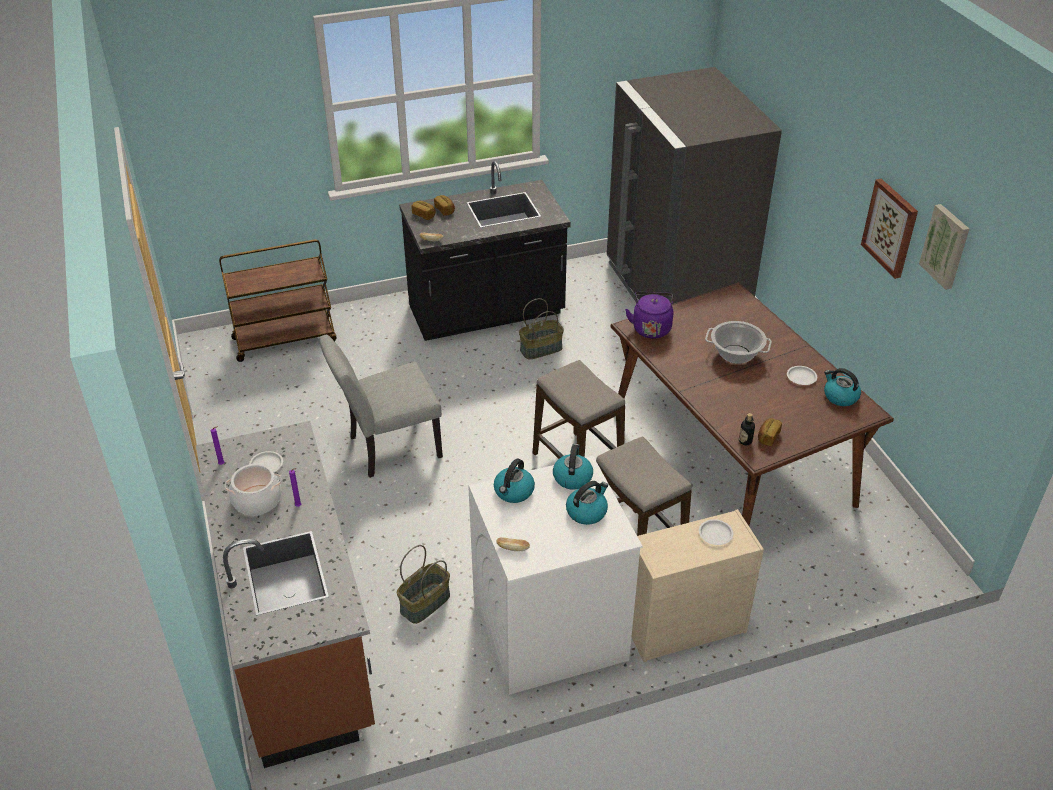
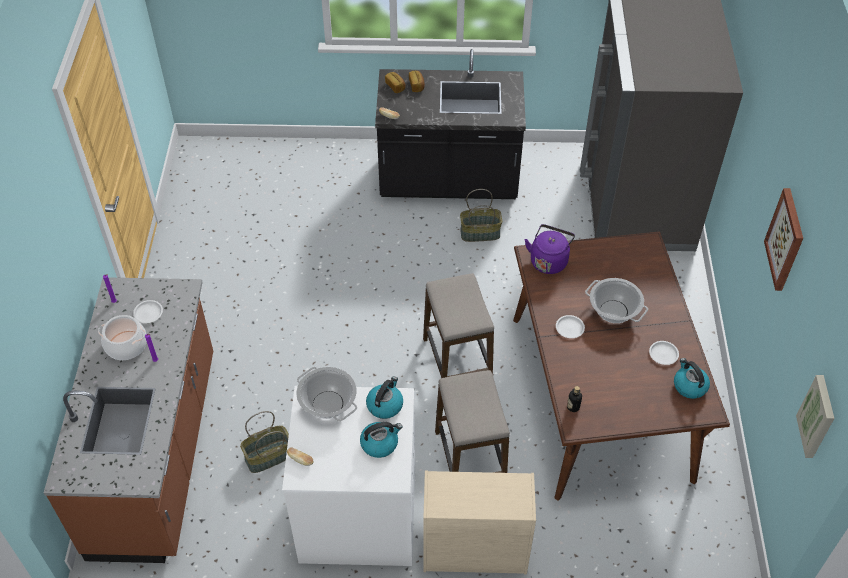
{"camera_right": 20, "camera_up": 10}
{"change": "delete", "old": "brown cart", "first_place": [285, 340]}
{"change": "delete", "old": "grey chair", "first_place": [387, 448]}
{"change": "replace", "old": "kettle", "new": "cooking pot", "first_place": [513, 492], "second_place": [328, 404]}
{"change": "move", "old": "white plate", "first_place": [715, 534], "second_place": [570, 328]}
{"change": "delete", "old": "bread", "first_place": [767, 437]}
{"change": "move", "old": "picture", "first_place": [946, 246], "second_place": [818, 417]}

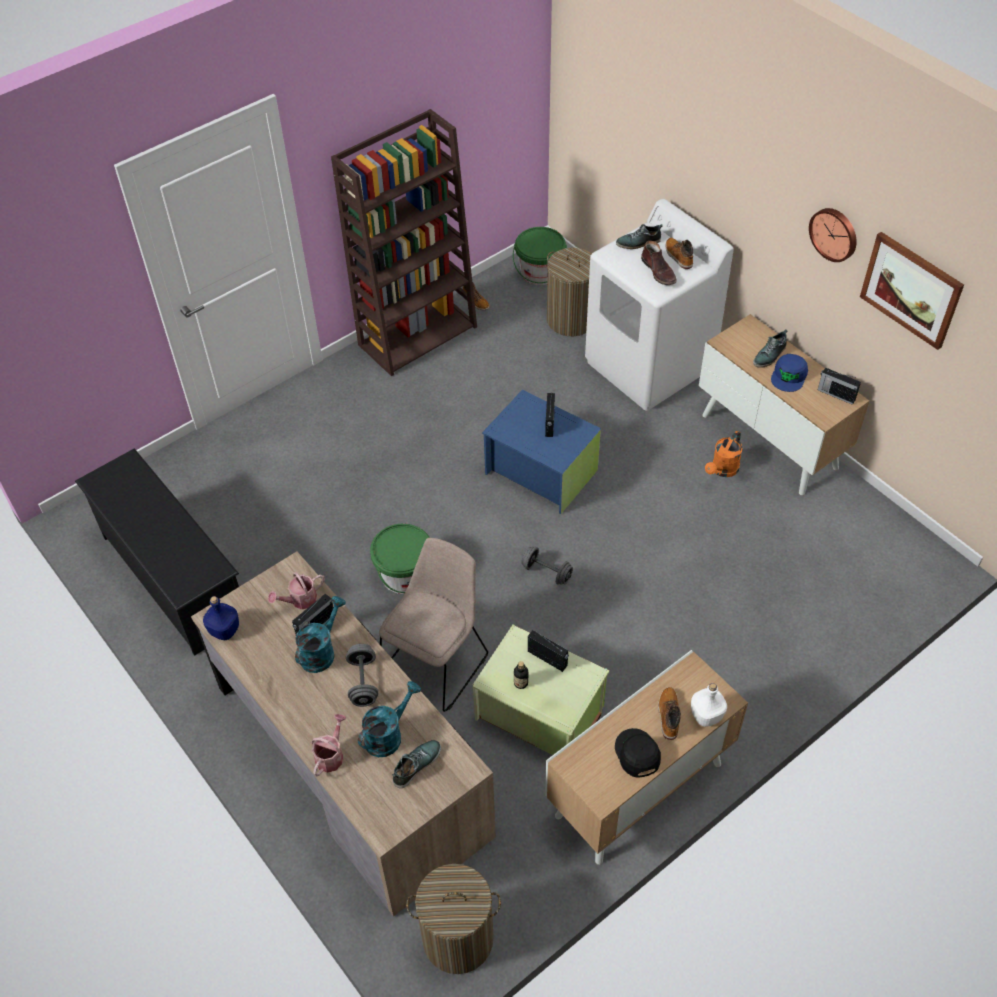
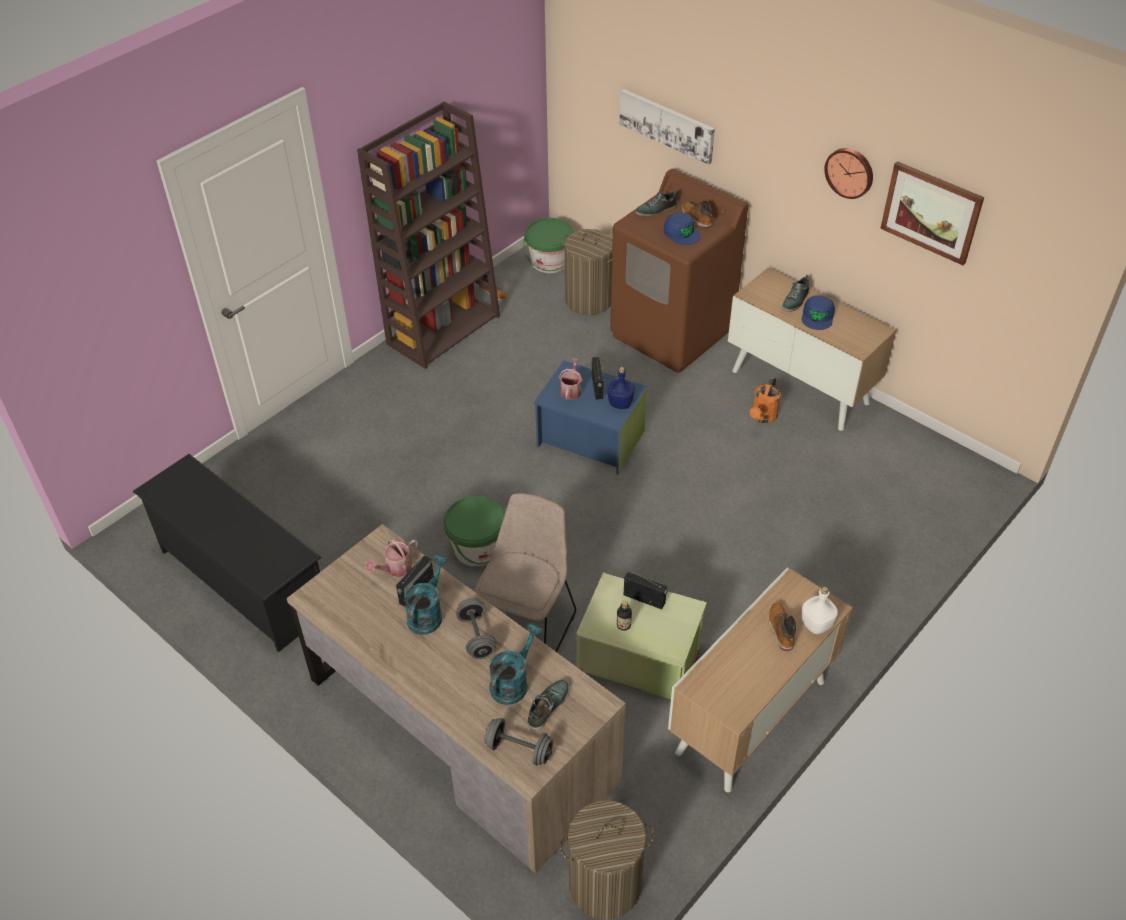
{"camera_right": -10, "camera_up": -5}
{"change": "move", "old": "blue bottle", "first_place": [224, 630], "second_place": [620, 403]}
{"change": "move", "old": "watering can", "first_place": [331, 755], "second_place": [571, 390]}
{"change": "move", "old": "grey dumbbell", "first_place": [547, 572], "second_place": [519, 749]}
{"change": "recolor", "old": "white washing machine", "new": "brown washing machine", "first_place": [649, 365], "second_place": [672, 333]}
{"change": "delete", "old": "black cap", "first_place": [637, 754]}
{"change": "replace", "old": "brown boot", "new": "blue cap", "first_place": [659, 271], "second_place": [681, 233]}
{"change": "delete", "old": "radio", "first_place": [835, 394]}
{"change": "insert", "new": "picture", "second_place": [667, 125]}

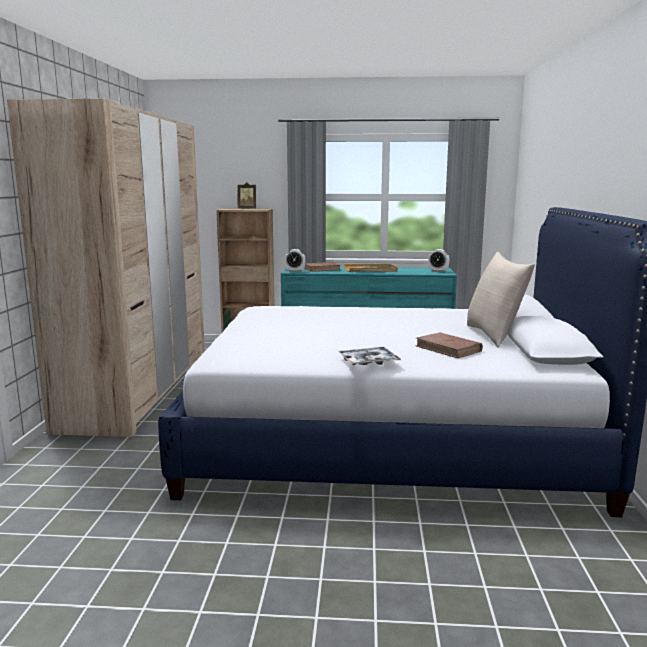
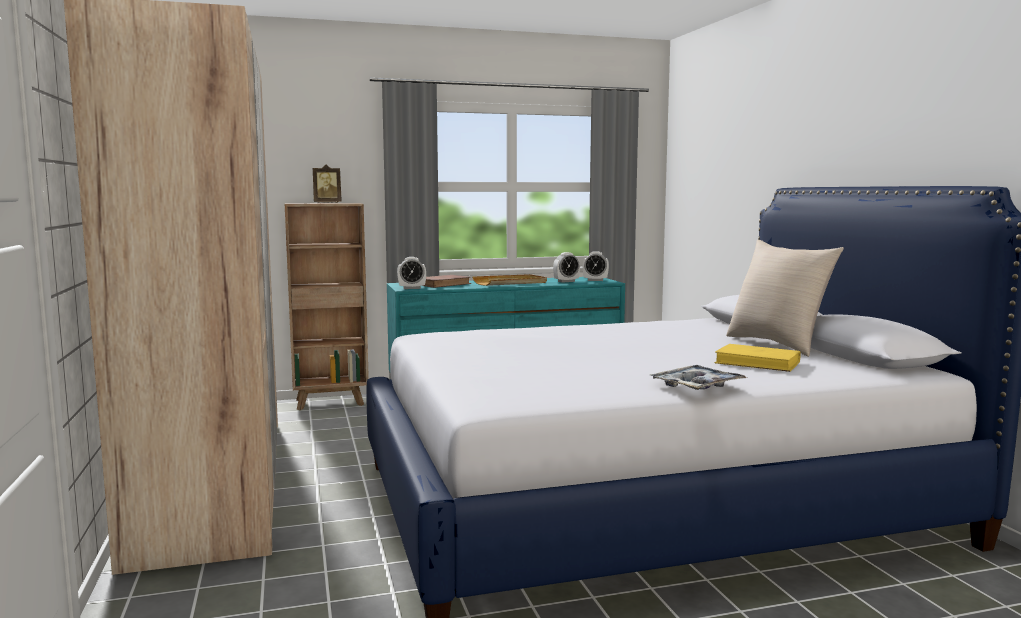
{"camera_right": -20, "camera_up": -5}
{"change": "recolor", "old": "brown book", "new": "yellow book", "first_place": [448, 349], "second_place": [758, 362]}
{"change": "insert", "new": "alarm clock", "second_place": [566, 281]}

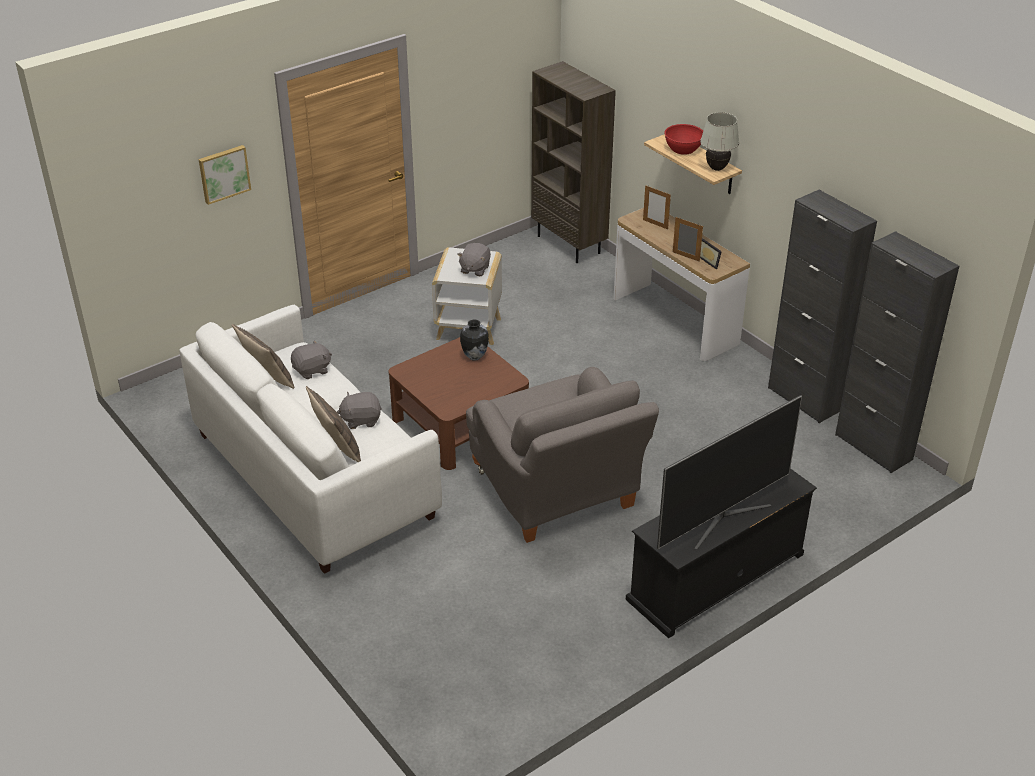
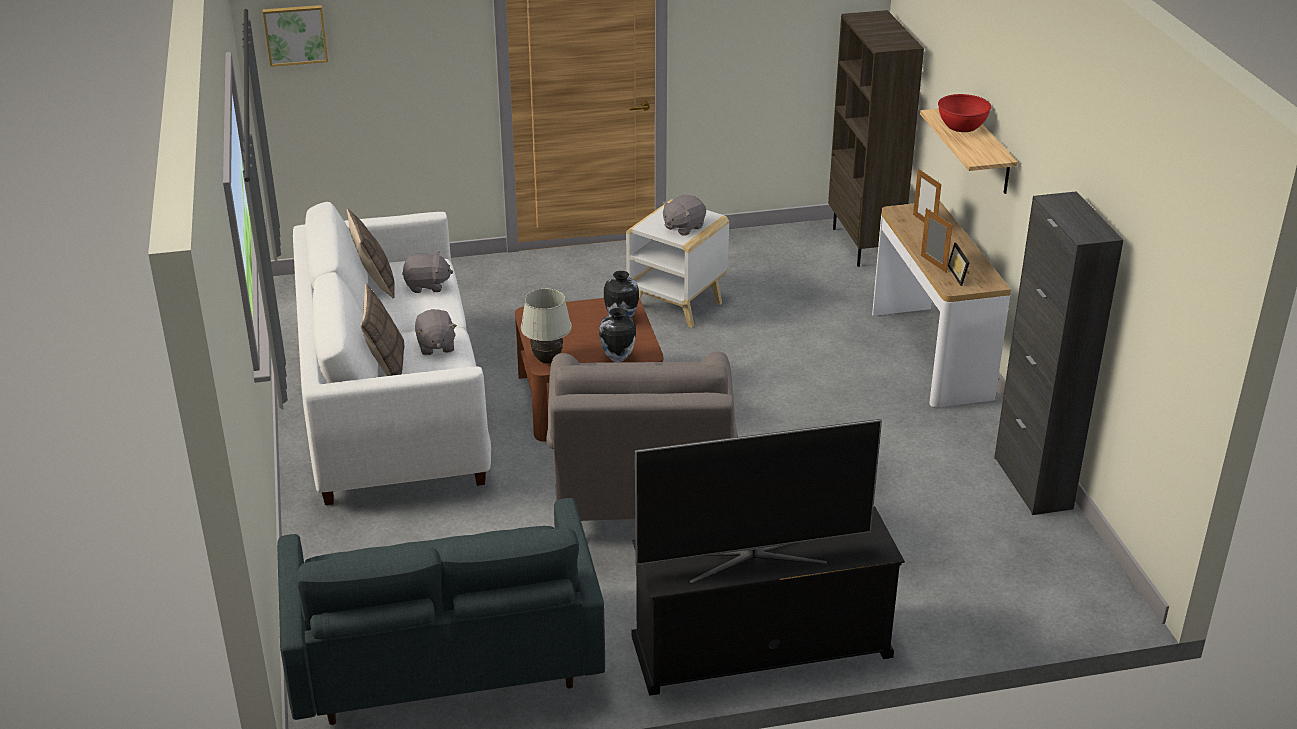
{"camera_right": 25, "camera_up": -5}
{"change": "move", "old": "picture", "first_place": [224, 173], "second_place": [295, 34]}
{"change": "rotate", "old": "grey plush toy", "first_place": [361, 420], "second_place": [435, 346], "degrees": -120}
{"change": "move", "old": "white table lamp", "first_place": [717, 168], "second_place": [547, 360]}
{"change": "delete", "old": "black cabinet", "first_place": [873, 447]}
{"change": "insert", "new": "grey sofa", "second_place": [443, 662]}
{"change": "insert", "new": "vase", "second_place": [617, 358]}

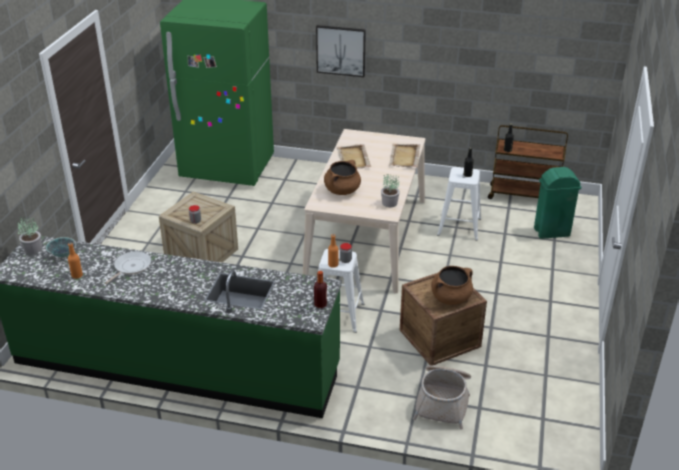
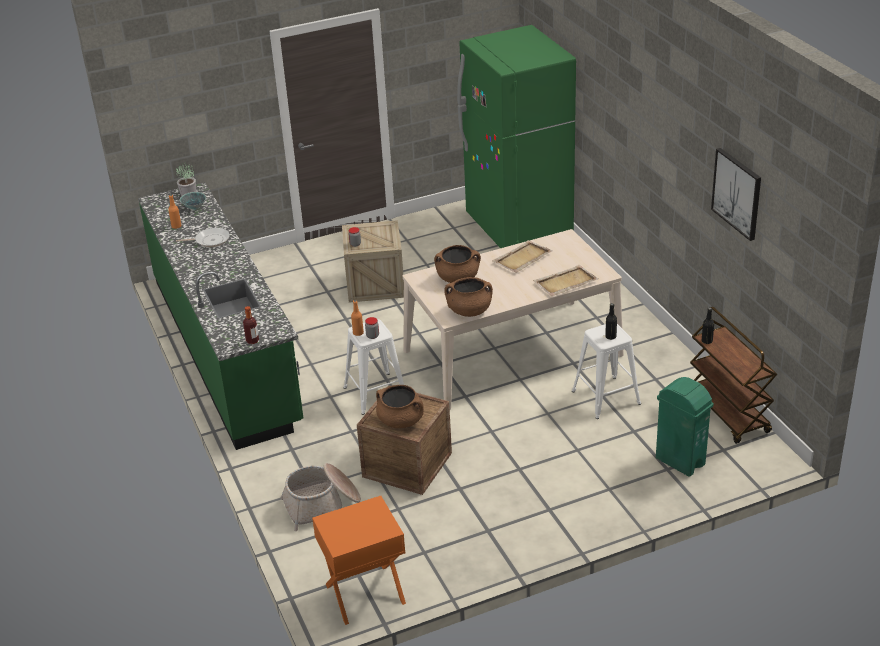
{"camera_right": 55, "camera_up": 0}
{"change": "move", "old": "picture", "first_place": [341, 50], "second_place": [737, 193]}
{"change": "replace", "old": "potted plant", "new": "brown cooking pot", "first_place": [389, 203], "second_place": [469, 311]}
{"change": "insert", "new": "orange nightstand", "second_place": [365, 594]}

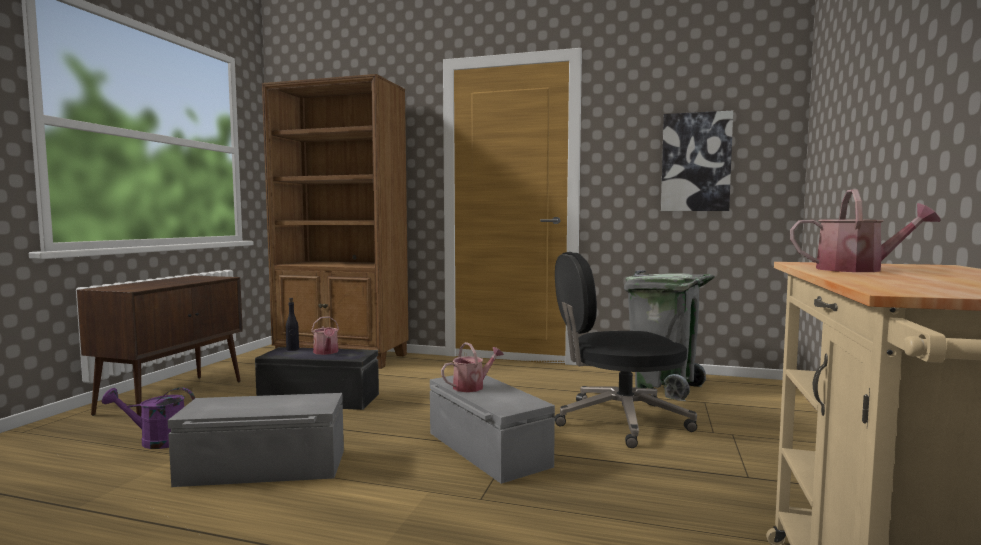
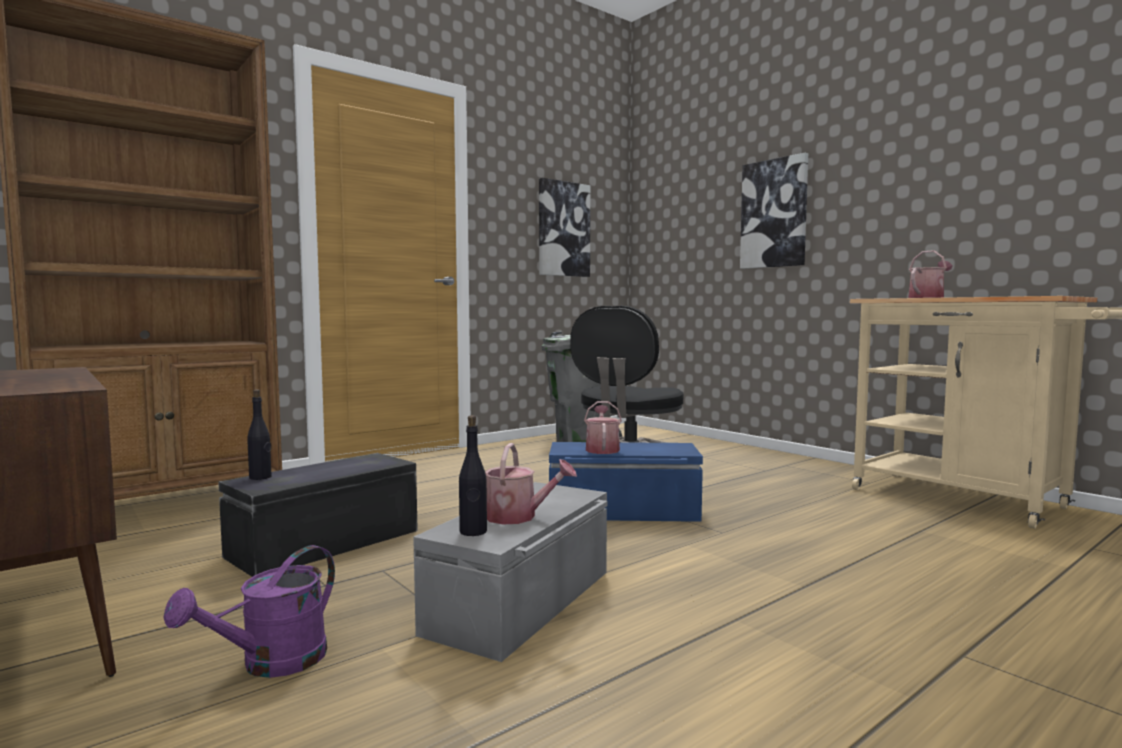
{"camera_right": -55, "camera_up": 0}
{"change": "move", "old": "watering can", "first_place": [326, 352], "second_place": [518, 517]}
{"change": "recolor", "old": "grey storage box", "new": "blue storage box", "first_place": [486, 449], "second_place": [623, 511]}
{"change": "insert", "new": "black bottle", "second_place": [473, 532]}
{"change": "insert", "new": "picture", "second_place": [774, 213]}

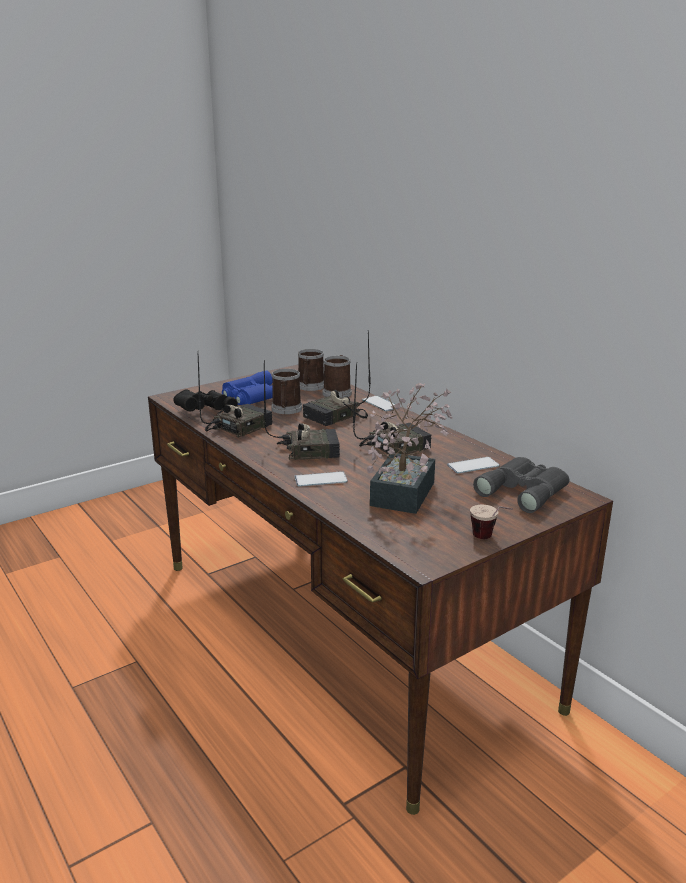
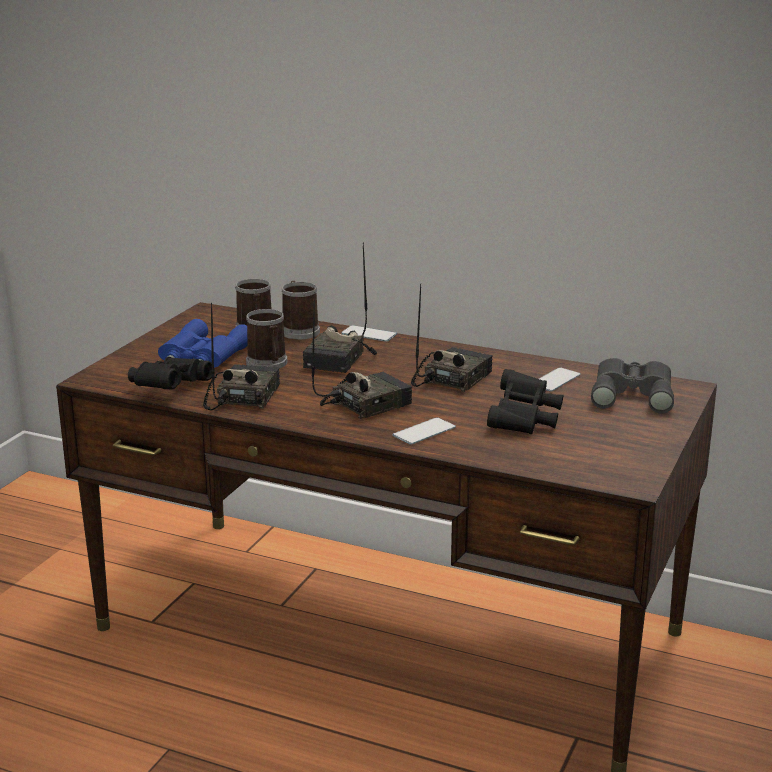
{"camera_right": -30, "camera_up": 0}
{"change": "replace", "old": "potted plant", "new": "black binoculars", "first_place": [406, 489], "second_place": [524, 420]}
{"change": "delete", "old": "cup", "first_place": [490, 540]}

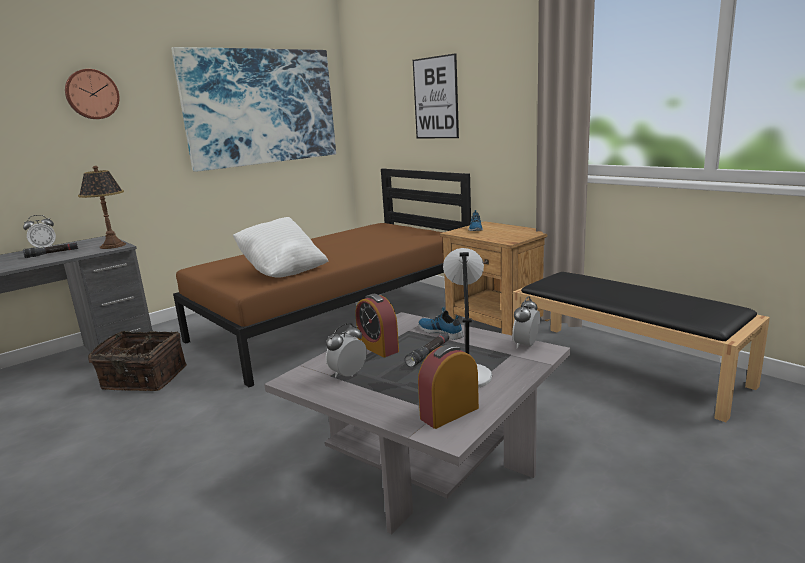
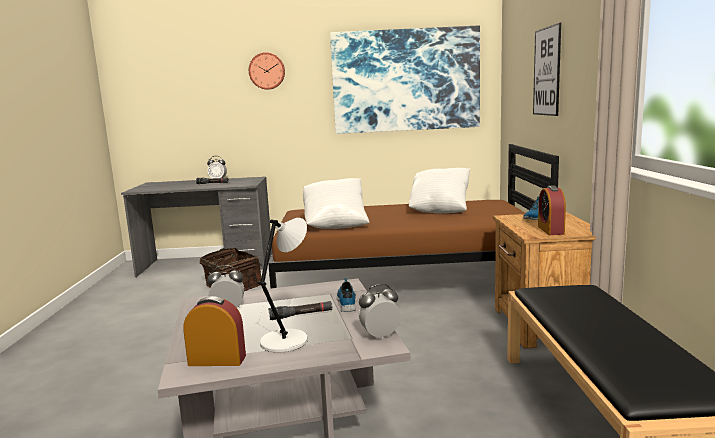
{"camera_right": 40, "camera_up": -5}
{"change": "delete", "old": "table lamp", "first_place": [112, 246]}
{"change": "move", "old": "alarm clock", "first_place": [378, 347], "second_place": [550, 230]}
{"change": "insert", "new": "white pillow", "second_place": [440, 210]}

